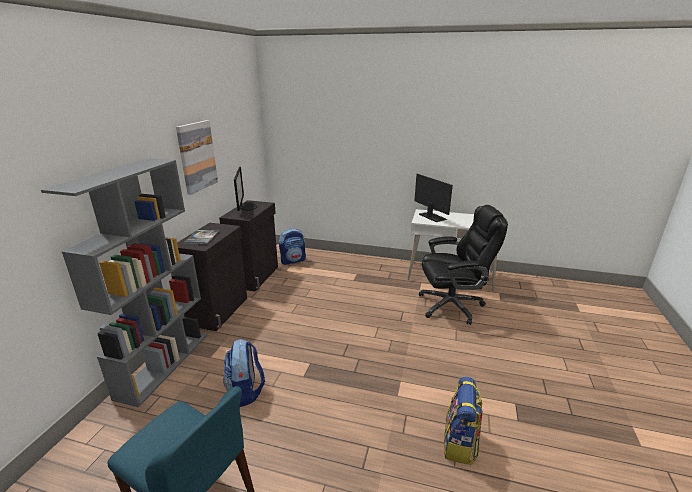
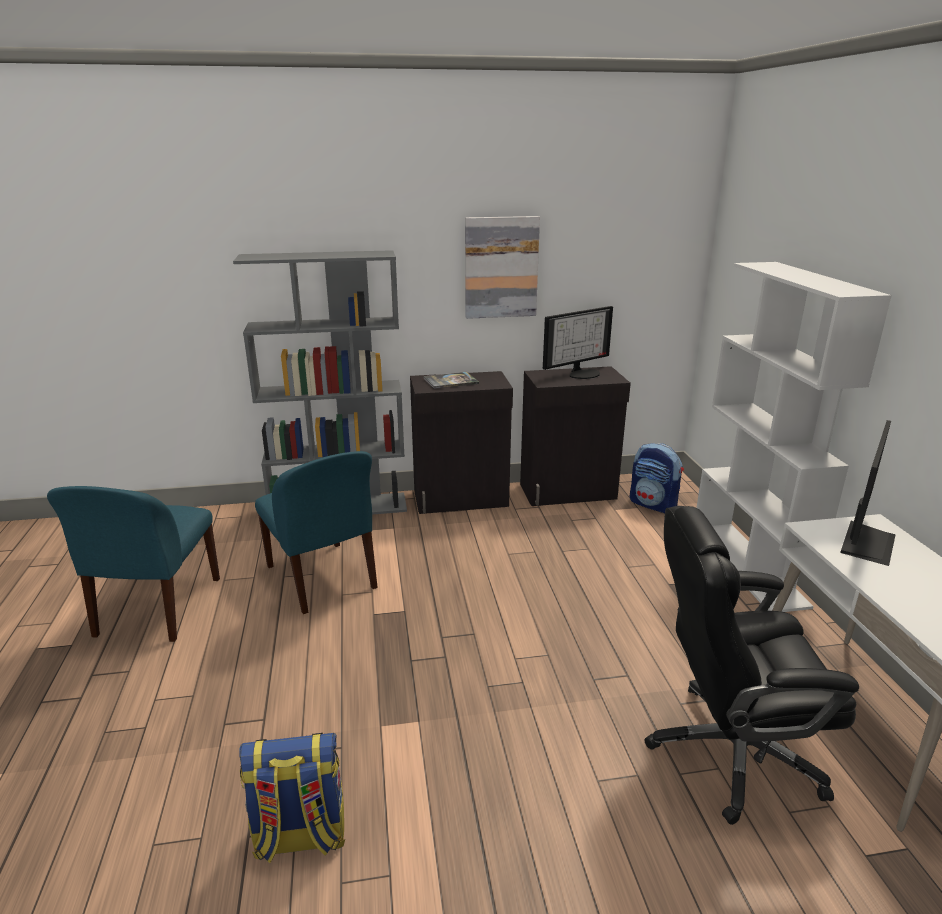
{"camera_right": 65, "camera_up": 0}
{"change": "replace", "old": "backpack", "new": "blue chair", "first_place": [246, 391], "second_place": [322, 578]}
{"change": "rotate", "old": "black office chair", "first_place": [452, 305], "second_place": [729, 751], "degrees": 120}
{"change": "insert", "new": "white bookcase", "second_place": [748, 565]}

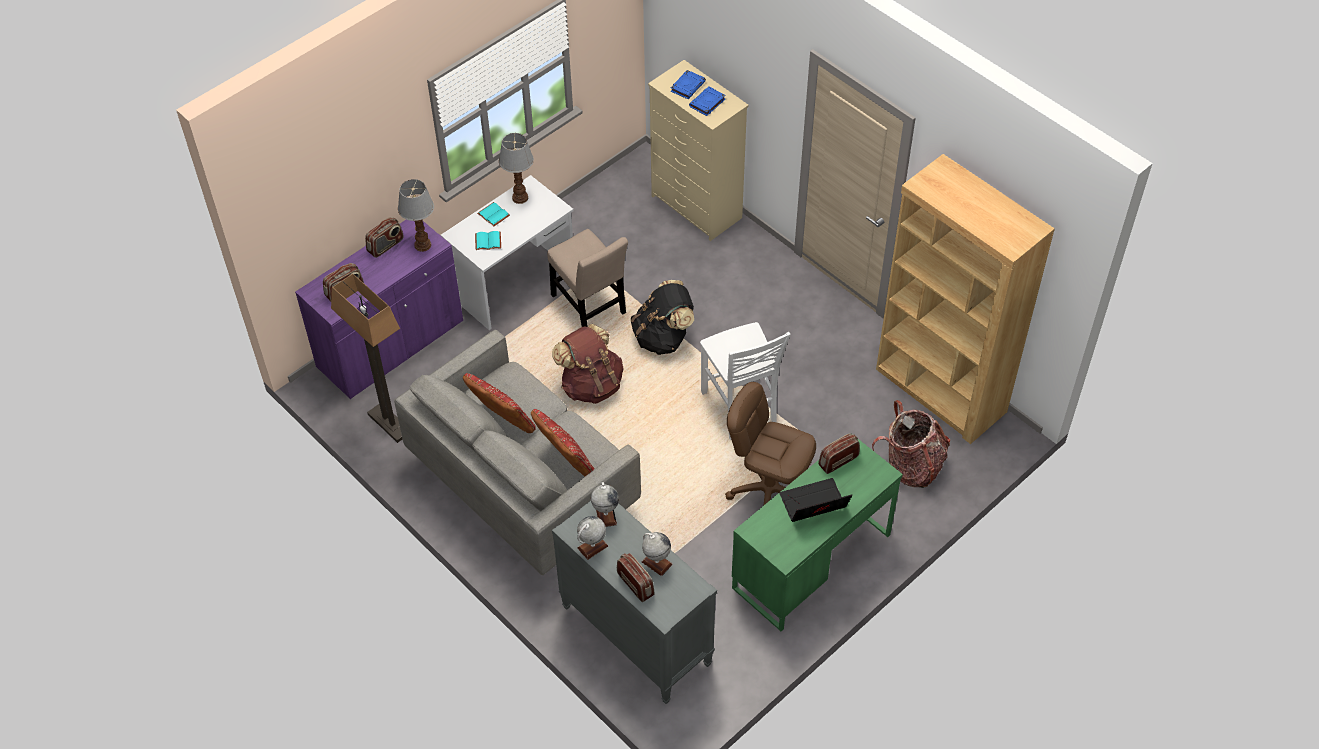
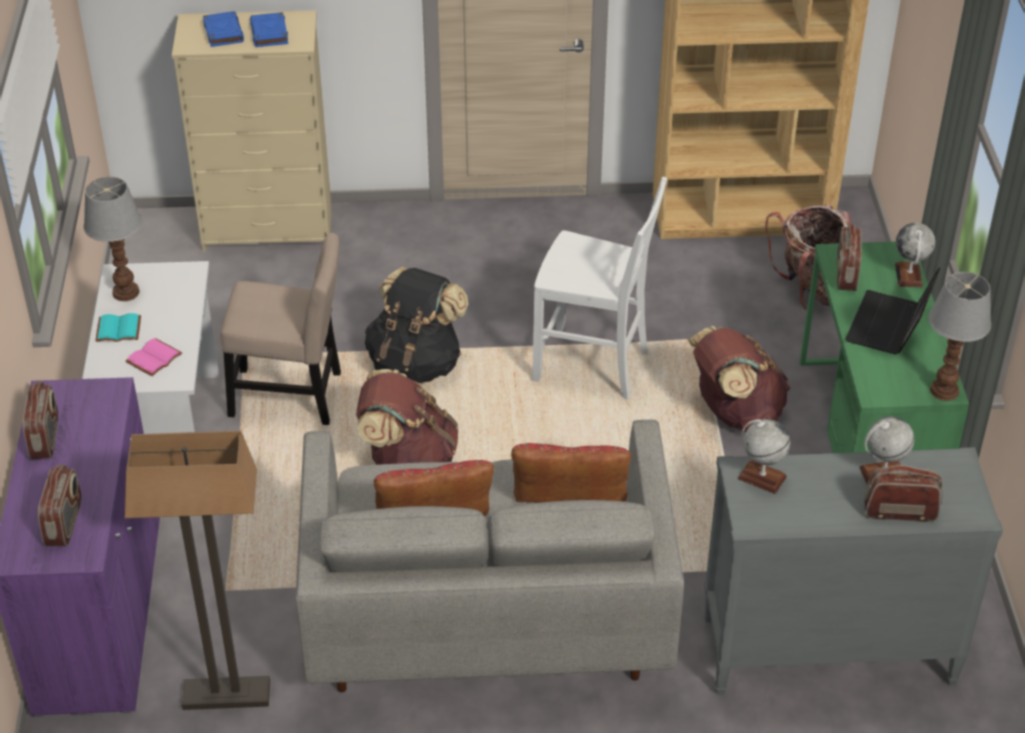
{"camera_right": -50, "camera_up": -10}
{"change": "move", "old": "table lamp", "first_place": [422, 245], "second_place": [944, 391]}
{"change": "recolor", "old": "turquoise book", "new": "pink book", "first_place": [487, 242], "second_place": [154, 359]}
{"change": "move", "old": "globe", "first_place": [592, 547], "second_place": [909, 275]}
{"change": "replace", "old": "brown office chair", "new": "brown backpack", "first_place": [768, 492], "second_place": [735, 413]}

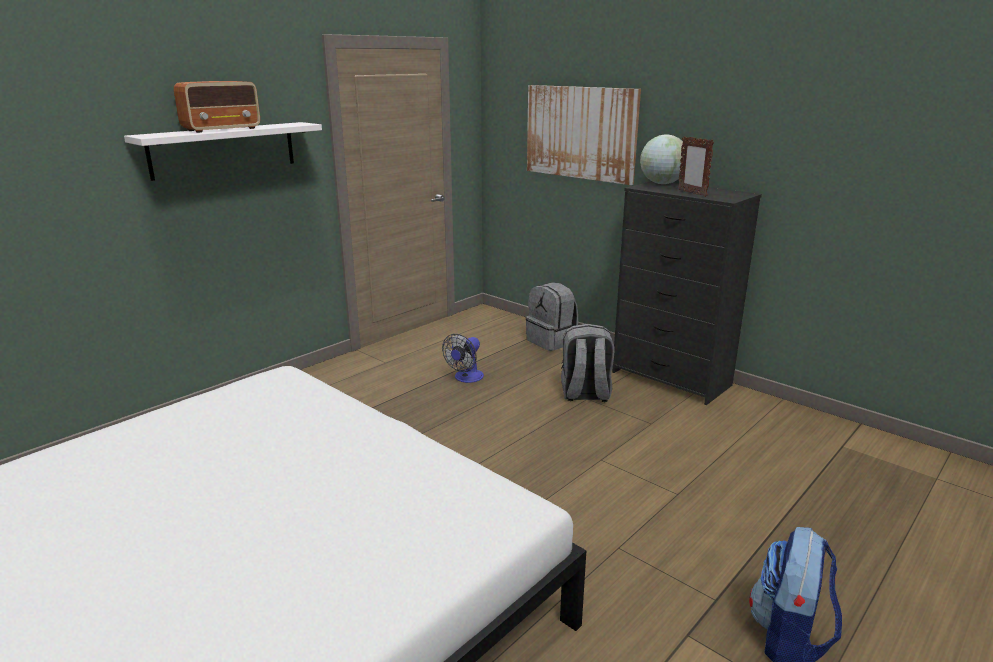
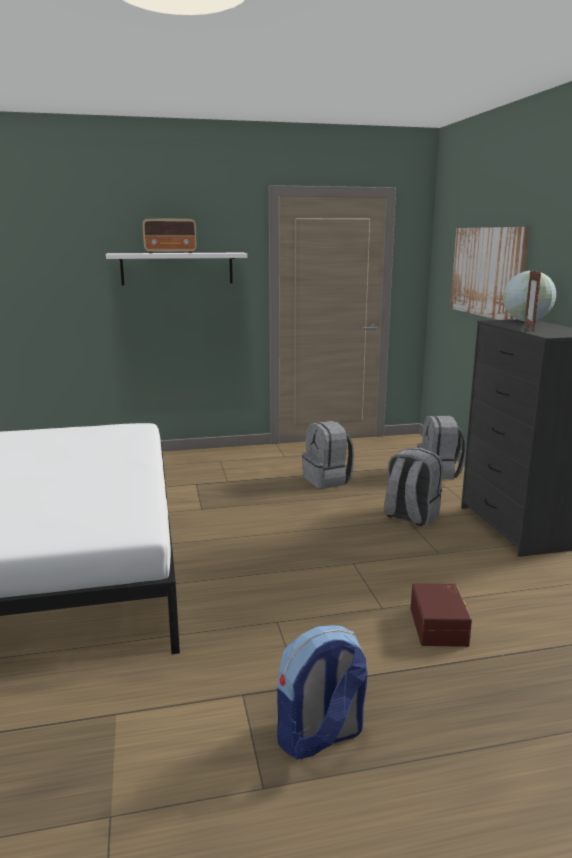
{"camera_right": 35, "camera_up": -5}
{"change": "replace", "old": "fan", "new": "grey backpack", "first_place": [466, 378], "second_place": [327, 480]}
{"change": "insert", "new": "brown storage box", "second_place": [440, 626]}

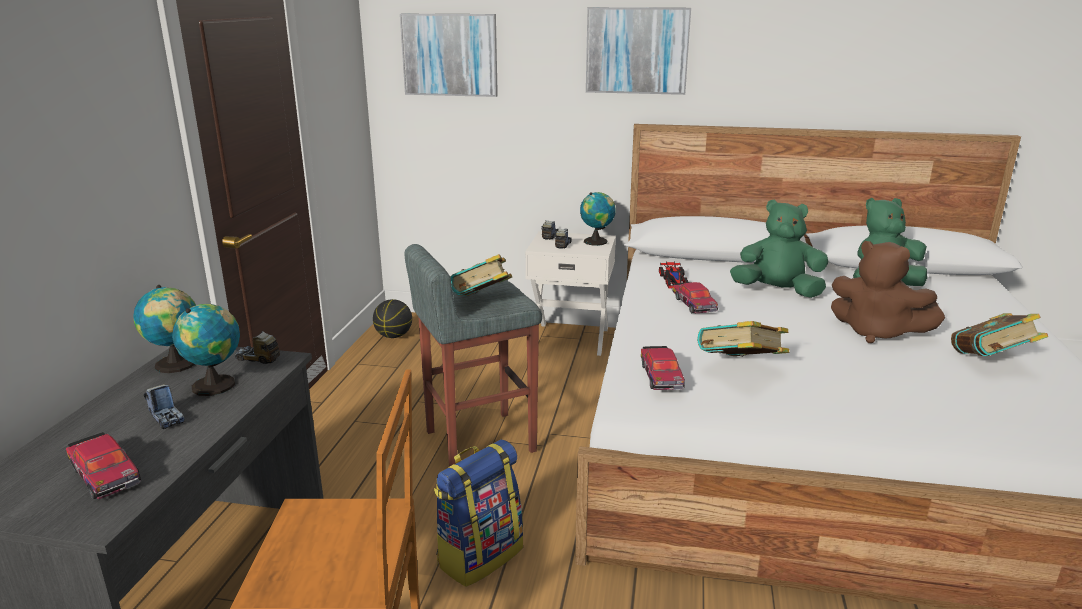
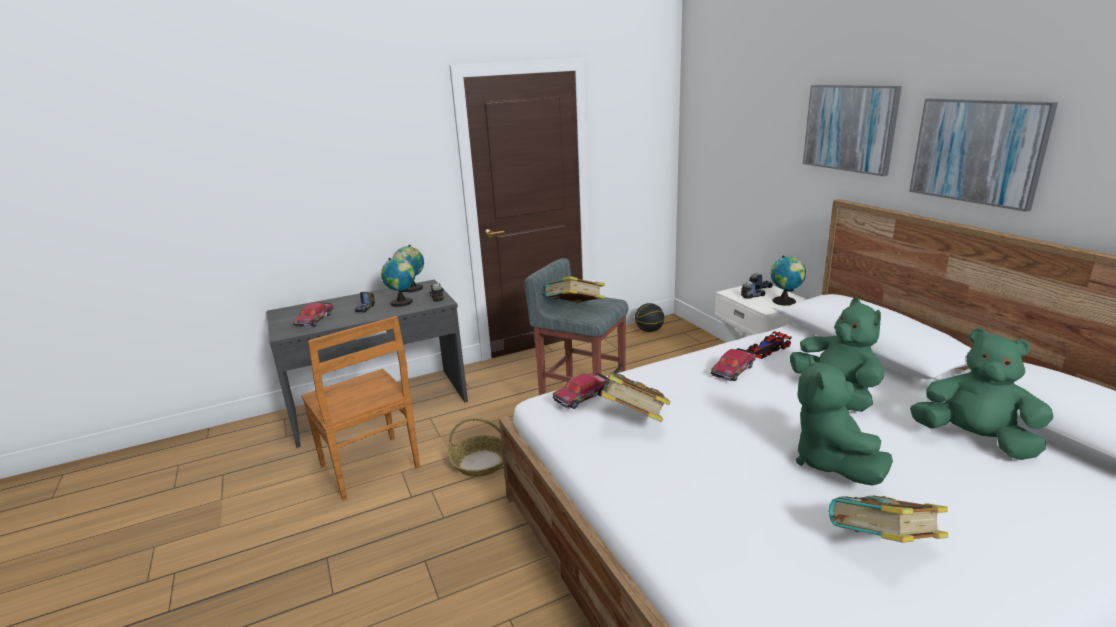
{"camera_right": 55, "camera_up": 0}
{"change": "move", "old": "picture", "first_place": [450, 55], "second_place": [977, 151]}
{"change": "replace", "old": "backpack", "new": "basket", "first_place": [479, 555], "second_place": [481, 462]}
{"change": "recolor", "old": "brown plush toy", "new": "green plush toy", "first_place": [876, 333], "second_place": [831, 462]}

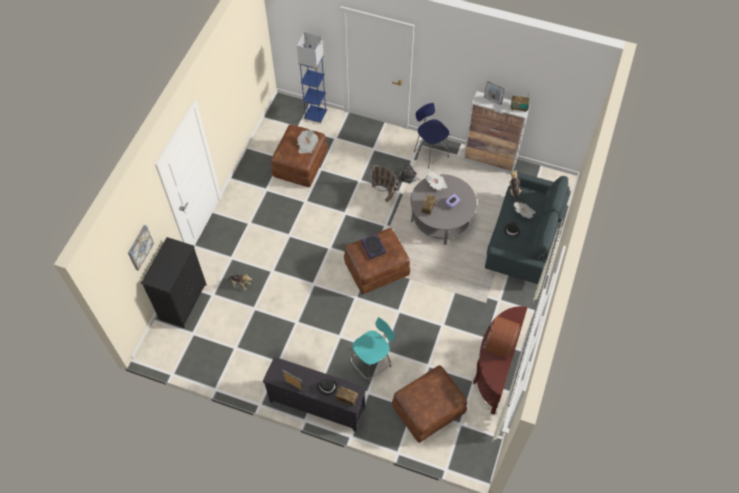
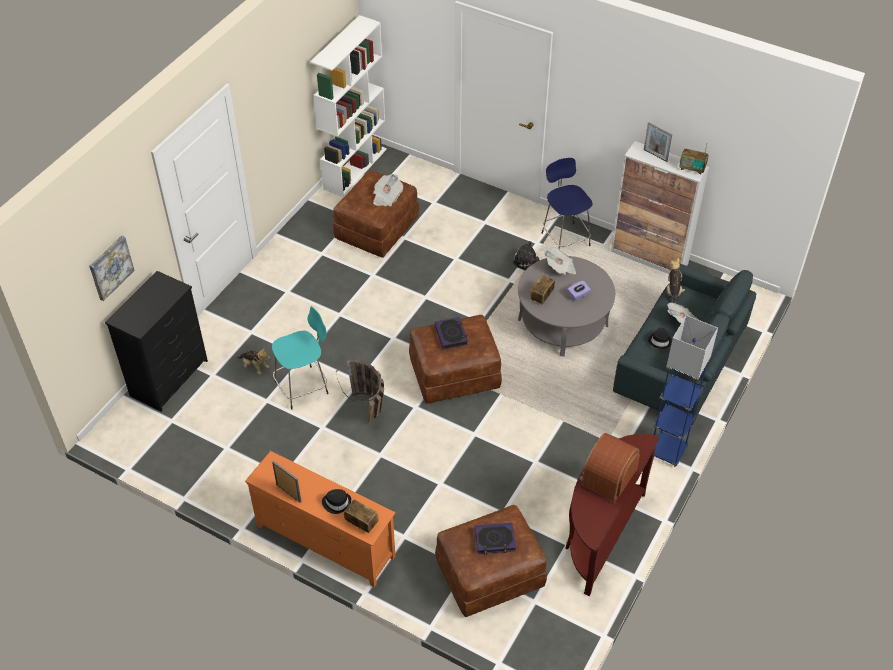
{"camera_right": 10, "camera_up": -10}
{"change": "recolor", "old": "black tv stand", "new": "orange tv stand", "first_place": [317, 405], "second_place": [325, 542]}
{"change": "move", "old": "blue floor lamp", "first_place": [315, 116], "second_place": [667, 451]}
{"change": "move", "old": "turquoise stool", "first_place": [372, 364], "second_place": [303, 387]}
{"change": "move", "old": "basket", "first_place": [385, 196], "second_place": [369, 413]}
{"change": "insert", "new": "white bookcase", "second_place": [355, 168]}
{"change": "insert", "new": "book", "second_place": [494, 540]}

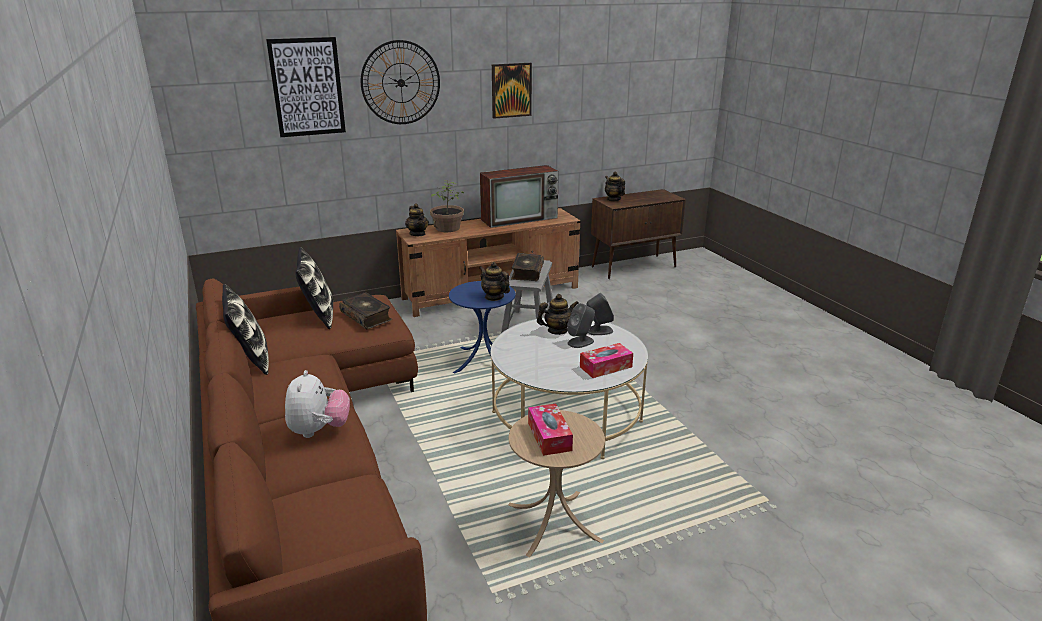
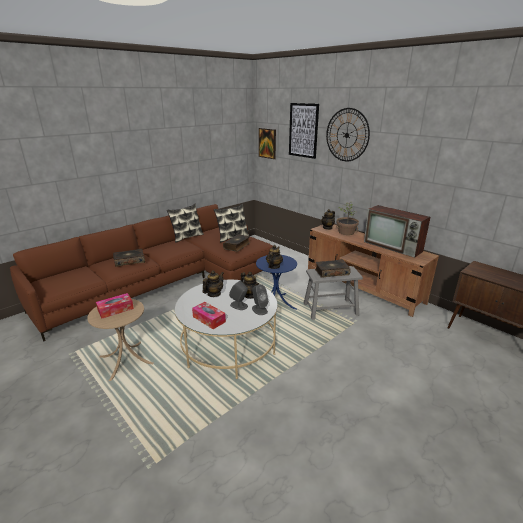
{"camera_right": 70, "camera_up": 0}
{"change": "replace", "old": "plush toy", "new": "book", "first_place": [319, 430], "second_place": [129, 261]}
{"change": "move", "old": "picture", "first_place": [511, 90], "second_place": [267, 143]}
{"change": "move", "old": "teapot", "first_place": [613, 199], "second_place": [214, 294]}

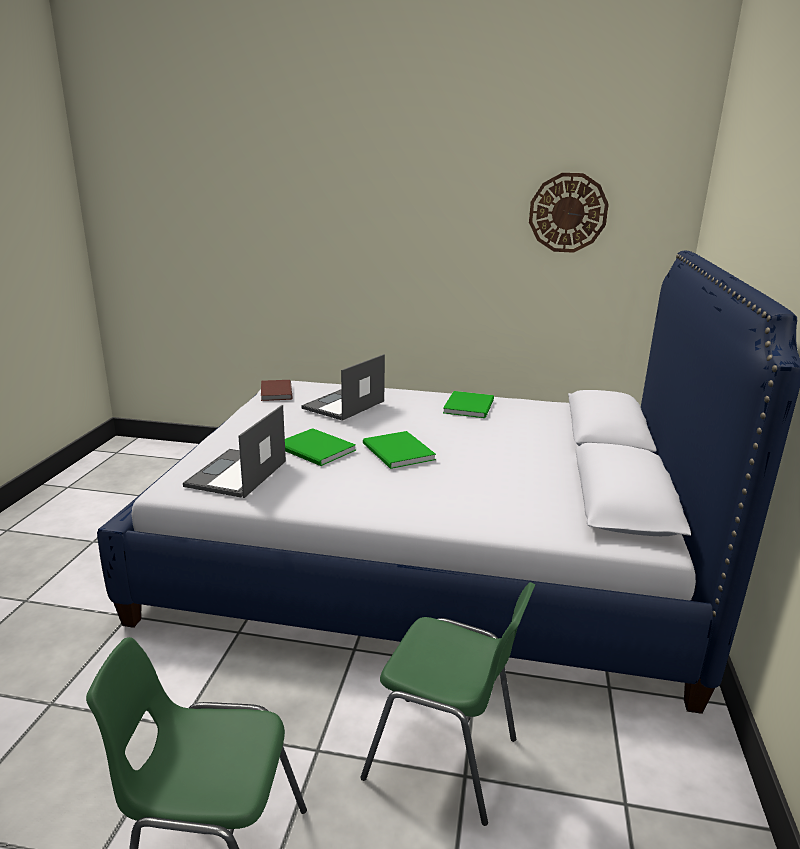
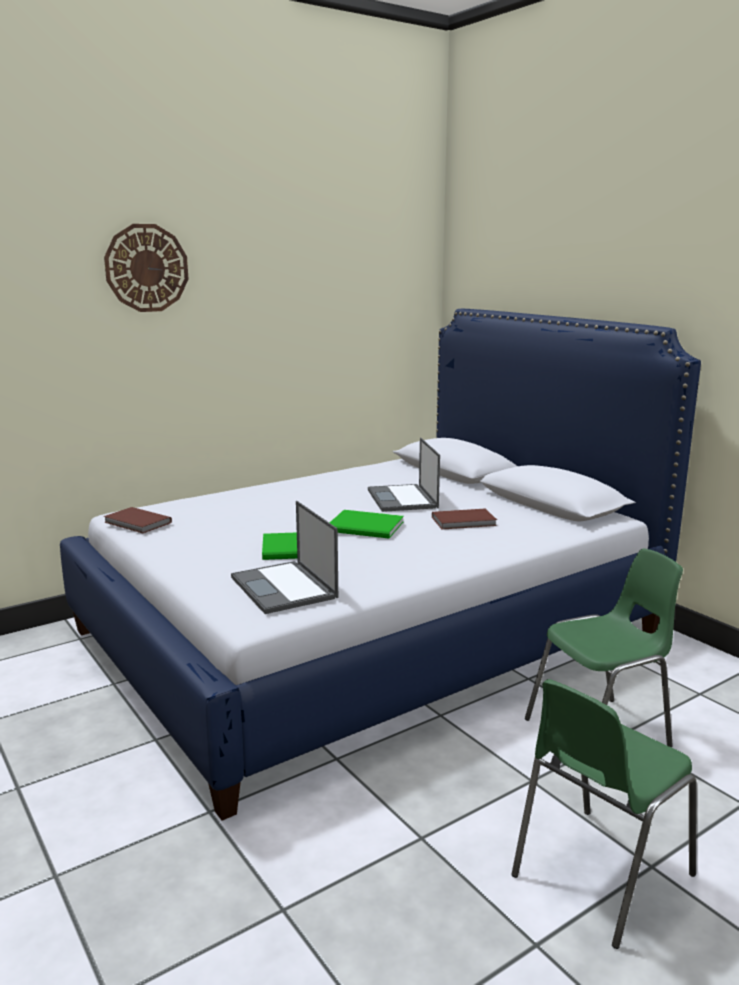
{"camera_right": -45, "camera_up": -5}
{"change": "move", "old": "laptop", "first_place": [343, 405], "second_place": [402, 499]}
{"change": "delete", "old": "green book", "first_place": [470, 406]}
{"change": "move", "old": "wall clock", "first_place": [568, 213], "second_place": [146, 268]}
{"change": "insert", "new": "brown book", "second_place": [465, 522]}

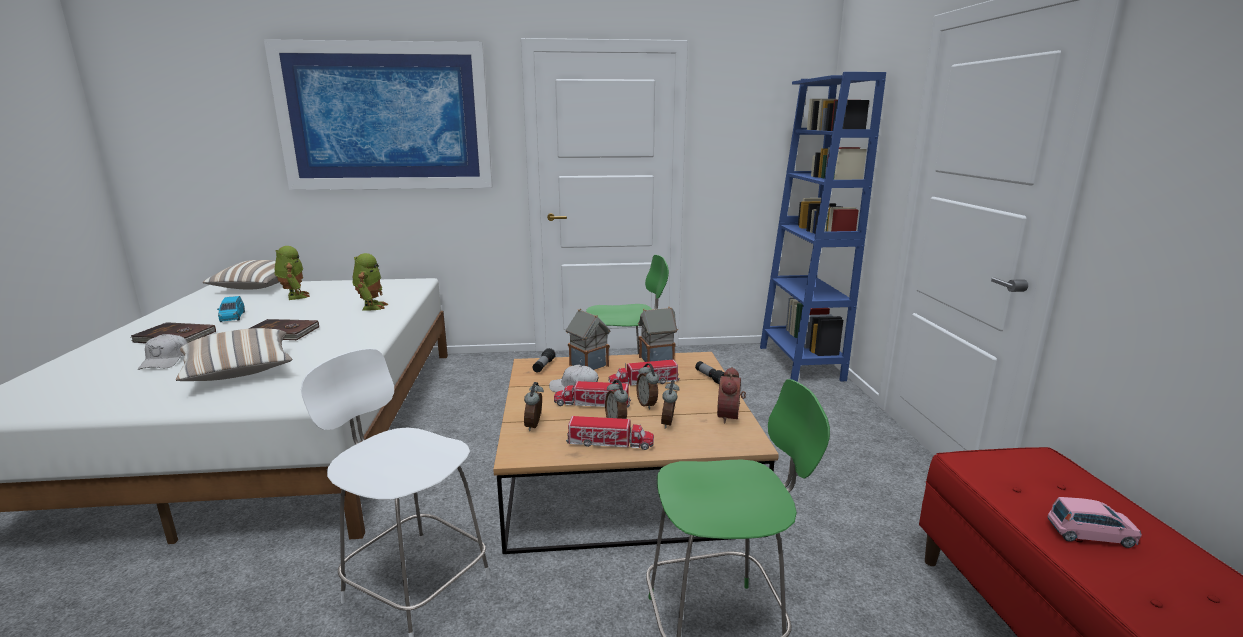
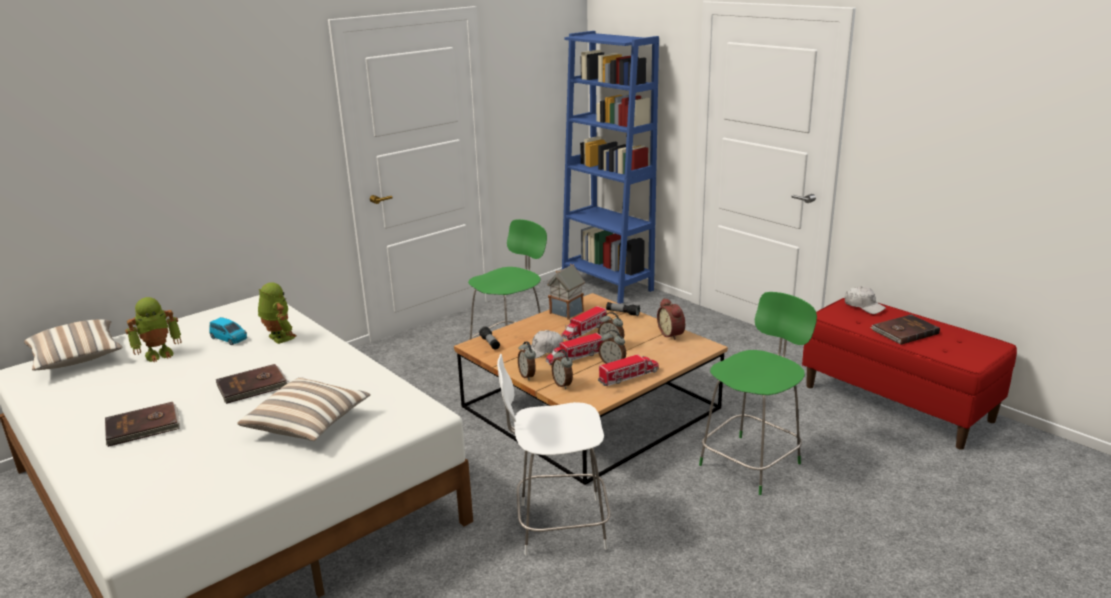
{"camera_right": -35, "camera_up": 5}
{"change": "move", "old": "white cap", "first_place": [166, 360], "second_place": [864, 306]}
{"change": "move", "old": "blue toy car", "first_place": [232, 317], "second_place": [229, 339]}
{"change": "delete", "old": "picture", "first_place": [385, 117]}
{"change": "rotate", "old": "toy robot", "first_place": [294, 296], "second_place": [159, 354], "degrees": 120}
{"change": "delete", "old": "toy house", "first_place": [588, 365]}
{"change": "move", "old": "alarm clock", "first_place": [669, 423], "second_place": [528, 376]}
{"change": "replace", "old": "pink toy car", "new": "brown book", "first_place": [1090, 534], "second_place": [904, 332]}

